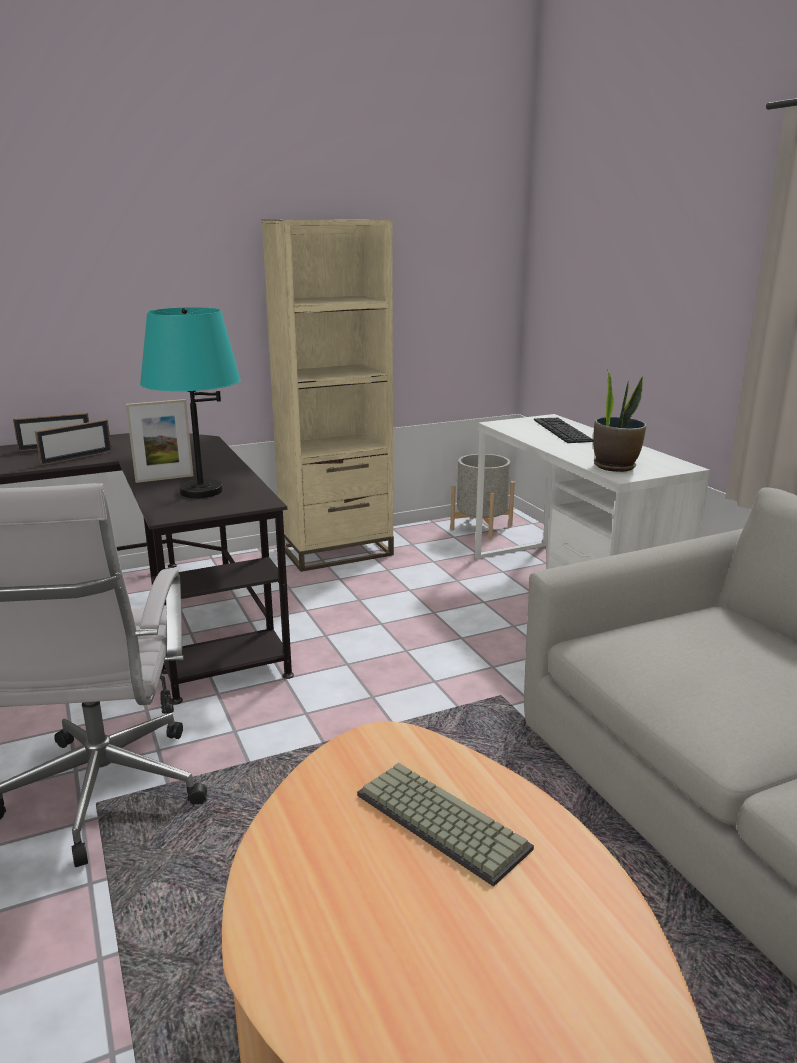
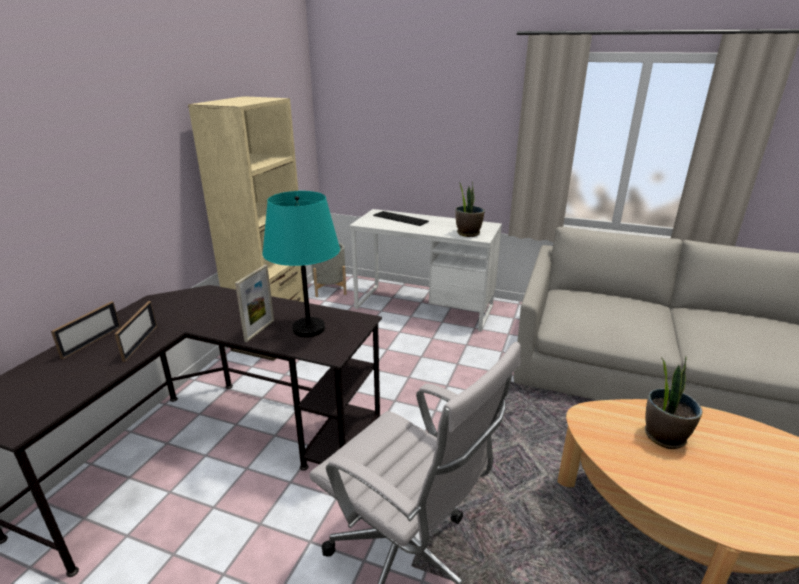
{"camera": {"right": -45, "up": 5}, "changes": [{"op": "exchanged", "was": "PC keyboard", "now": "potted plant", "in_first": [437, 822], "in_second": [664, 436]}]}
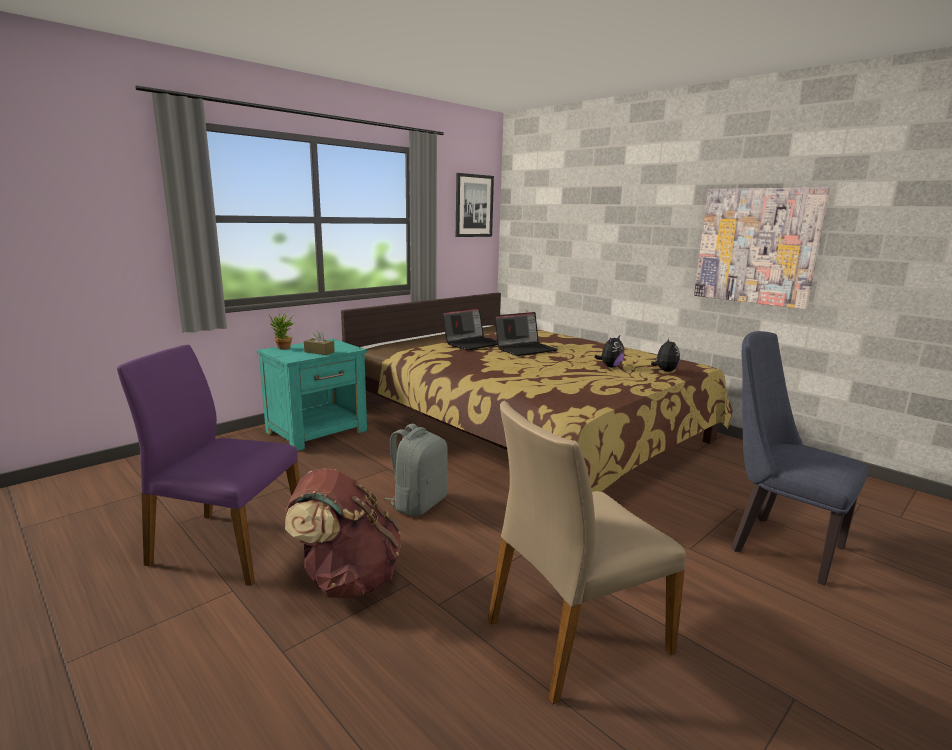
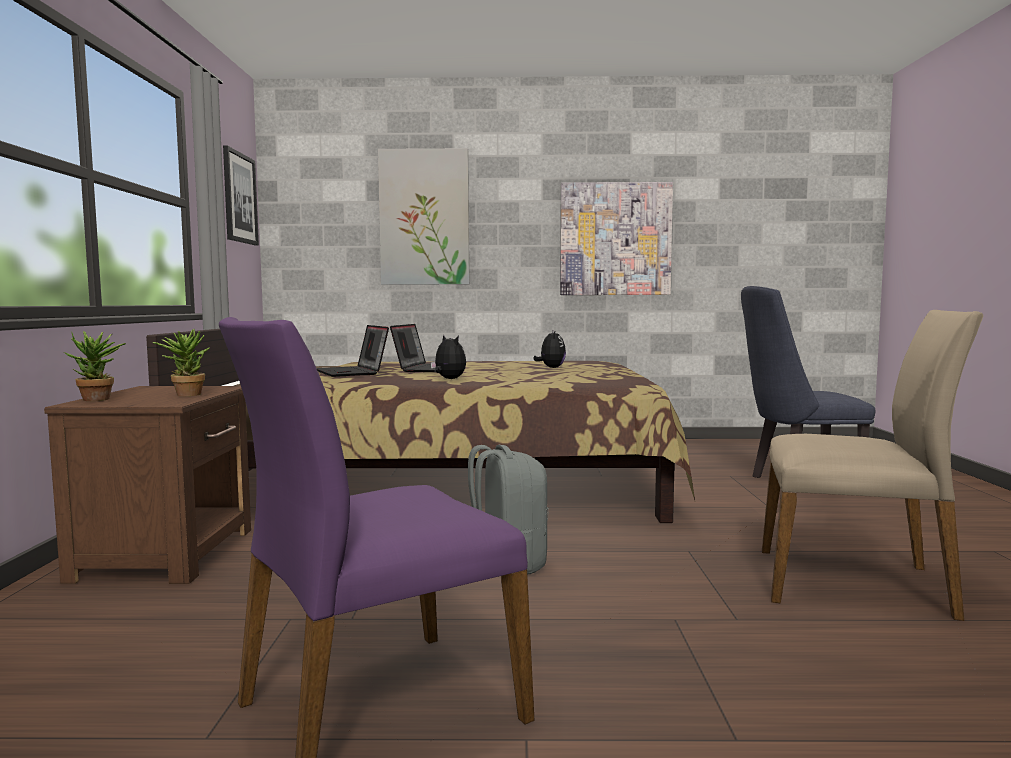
{"camera": {"right": -45, "up": -10}, "changes": [{"op": "spun", "was": "laptop", "in_first": [473, 343], "in_second": [352, 372], "clockwise": 150}, {"op": "exchanged", "was": "brown-coloured tissue box", "now": "potted plant", "in_first": [319, 352], "in_second": [185, 394]}, {"op": "relocated", "was": "soft toy", "in_first": [664, 371], "in_second": [448, 379]}, {"op": "colour", "was": "turquoise nightstand", "now": "brown-coloured nightstand", "in_first": [318, 431], "in_second": [168, 553]}, {"op": "spun", "was": "sand-coloured chair", "in_first": [574, 634], "in_second": [854, 582], "clockwise": -90}, {"op": "missing", "was": "brown-coloured rucksack", "in_first": [346, 579]}, {"op": "appeared", "now": "picture", "in_second": [424, 217]}]}
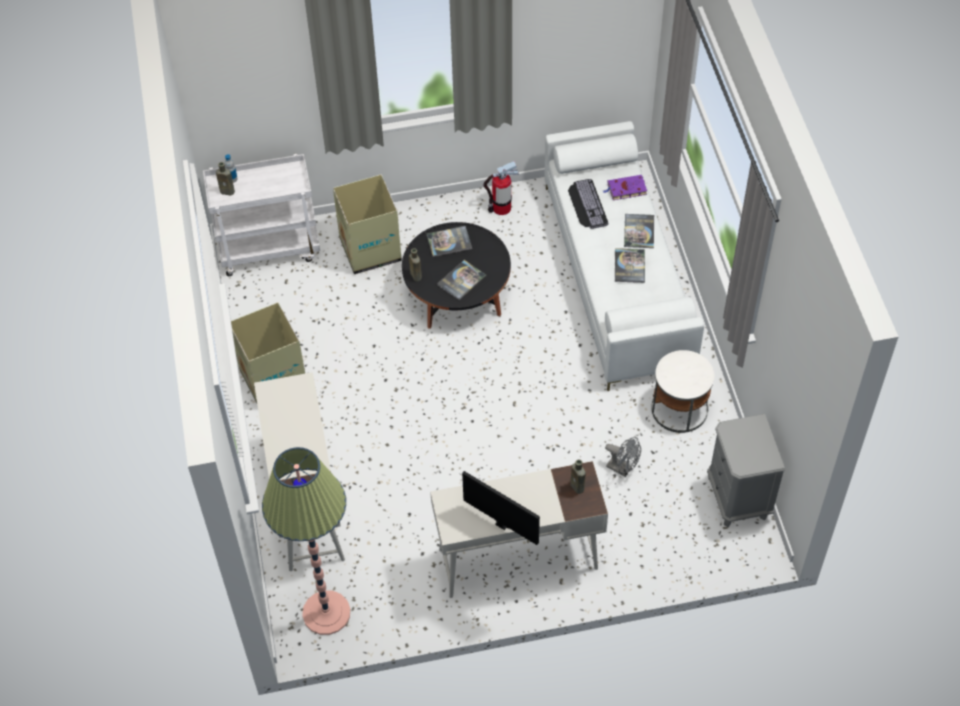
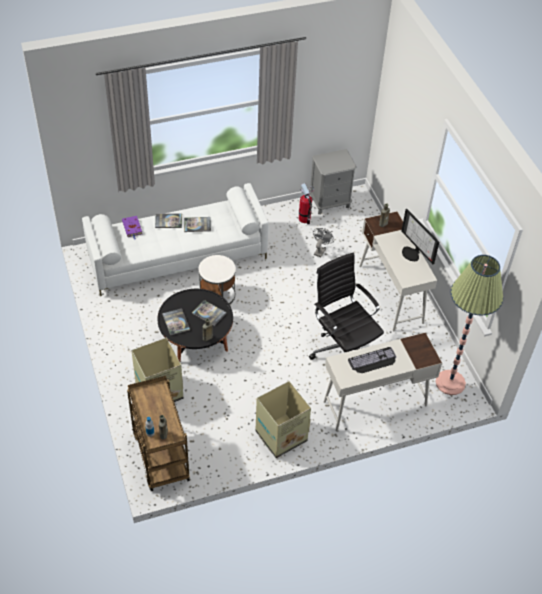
{"camera": {"right": -100, "up": -5}, "changes": [{"op": "colour", "was": "white-coloured cart", "now": "brown-coloured cart", "in_first": [270, 248], "in_second": [160, 456]}, {"op": "relocated", "was": "fire-fighting cylinder", "in_first": [501, 208], "in_second": [304, 219]}, {"op": "relocated", "was": "PC keyboard", "in_first": [586, 204], "in_second": [373, 361]}, {"op": "relocated", "was": "white-coloured end table", "in_first": [679, 409], "in_second": [217, 294]}, {"op": "spun", "was": "monitor", "in_first": [505, 519], "in_second": [412, 253], "clockwise": -60}, {"op": "appeared", "now": "black-coloured computer chair", "in_second": [343, 350]}]}
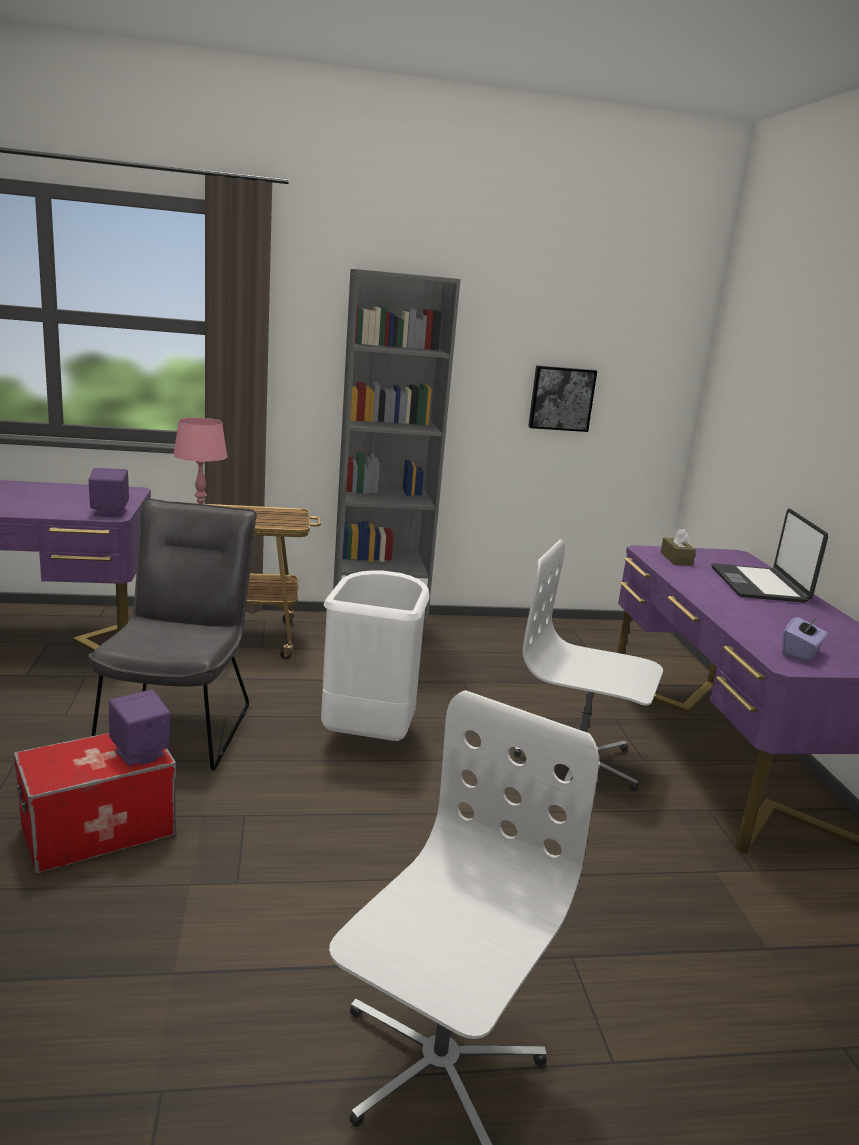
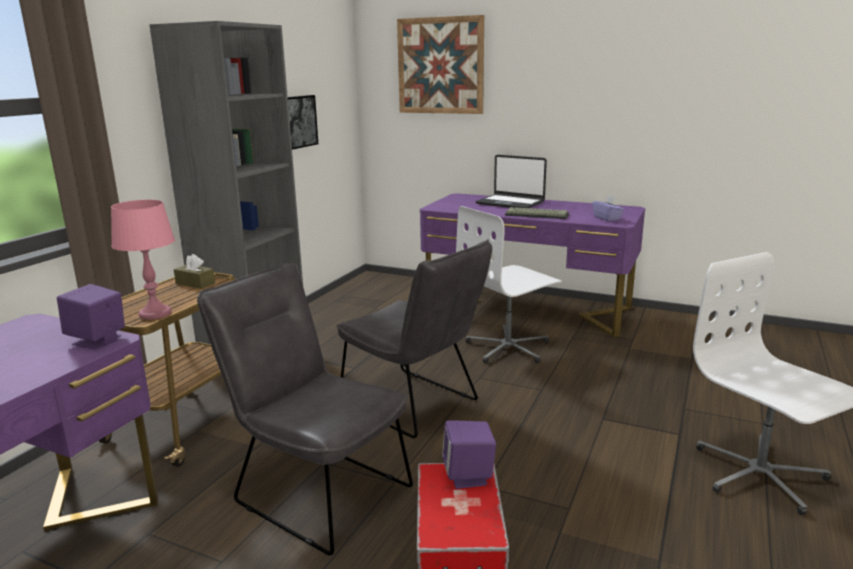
{"camera": {"right": -55, "up": 0}, "changes": [{"op": "relocated", "was": "brown-coloured tissue box", "in_first": [676, 559], "in_second": [195, 283]}, {"op": "exchanged", "was": "white-coloured trash can", "now": "grey chair", "in_first": [369, 735], "in_second": [415, 405]}, {"op": "appeared", "now": "picture", "in_second": [440, 66]}, {"op": "appeared", "now": "PC keyboard", "in_second": [537, 214]}]}
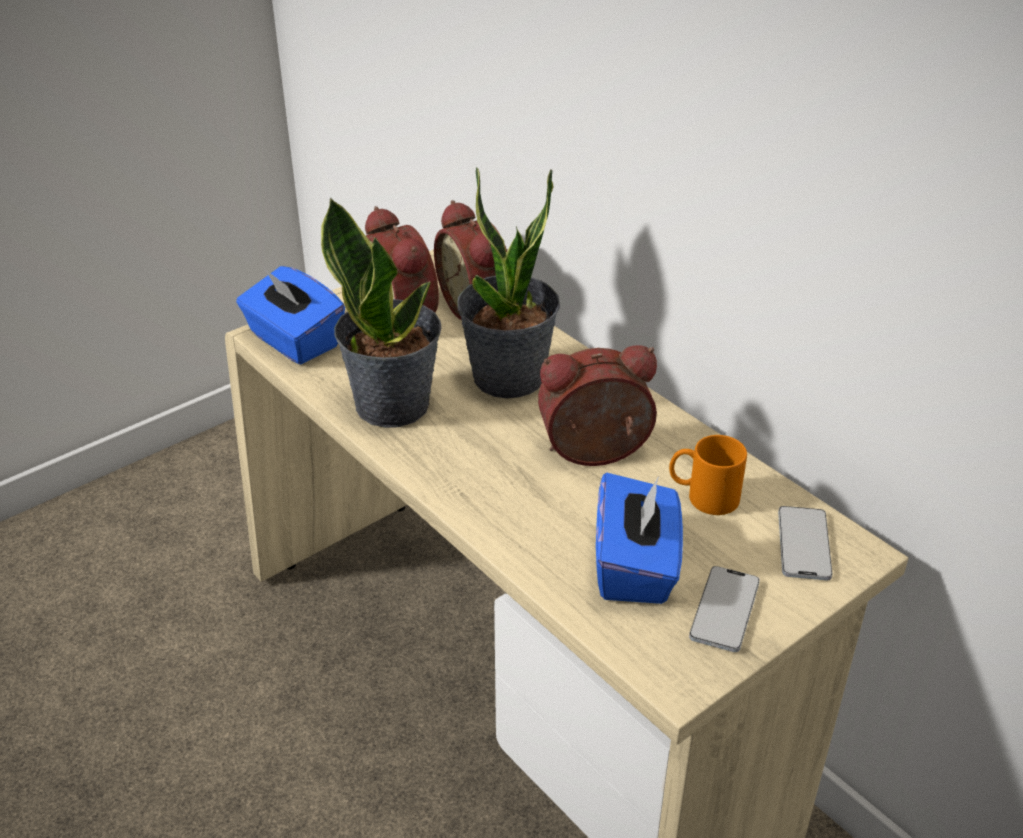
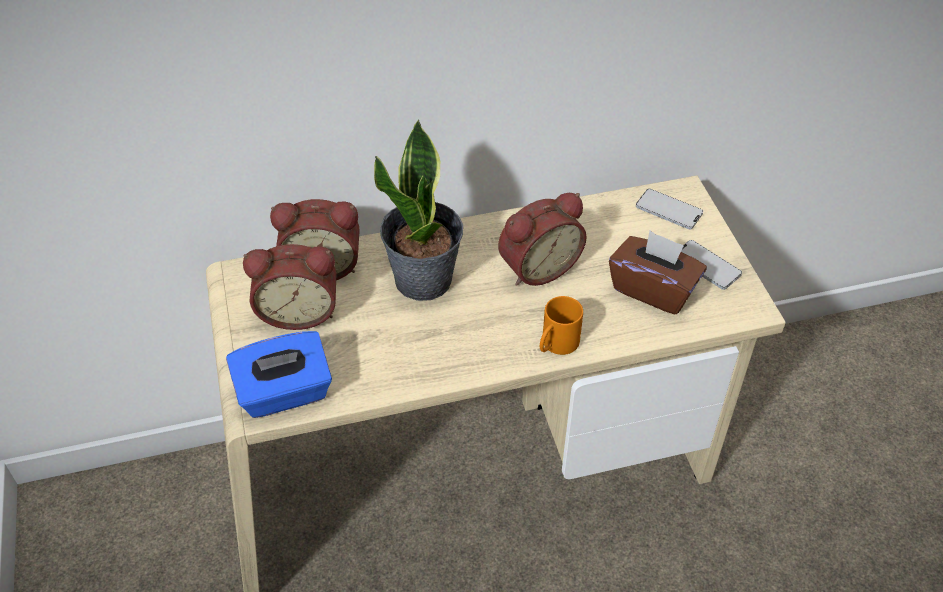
{"camera": {"right": -65, "up": 10}, "changes": [{"op": "missing", "was": "potted plant", "in_first": [393, 404]}, {"op": "spun", "was": "table clock", "in_first": [595, 454], "in_second": [537, 267], "clockwise": -135}, {"op": "relocated", "was": "orange-coloured coffee mug", "in_first": [703, 496], "in_second": [556, 345]}, {"op": "colour", "was": "bluish tissue box", "now": "brown-coloured tissue box", "in_first": [635, 567], "in_second": [653, 289]}]}
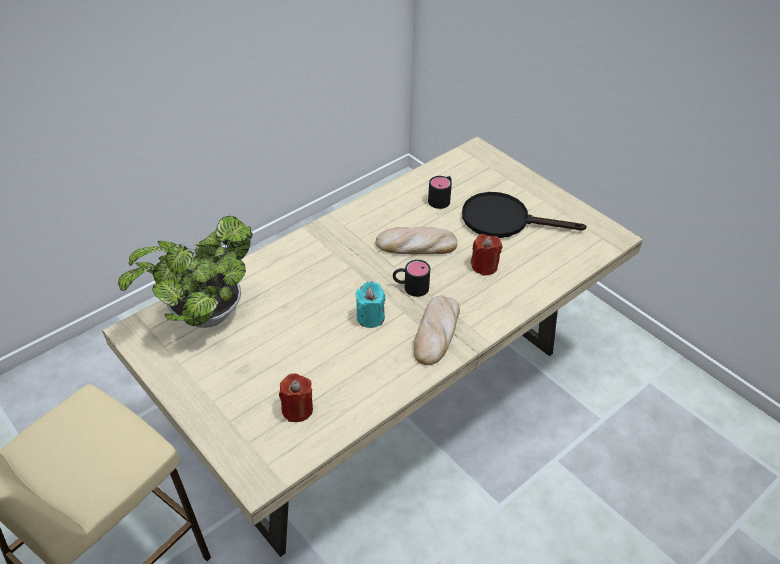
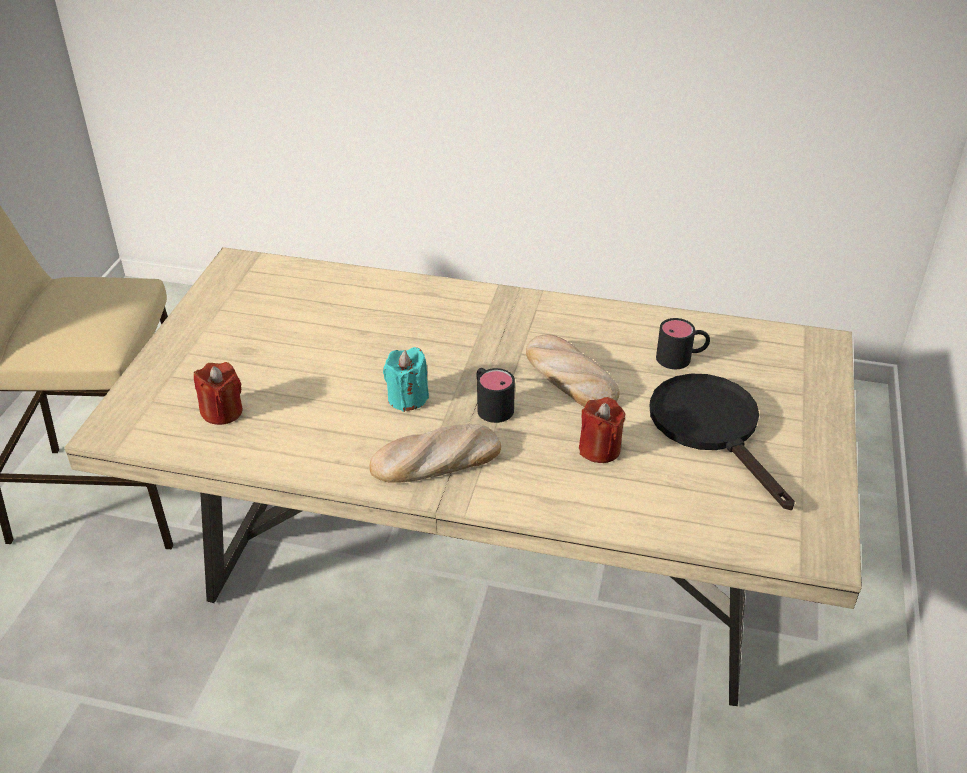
{"camera": {"right": 55, "up": -5}, "changes": [{"op": "missing", "was": "potted plant", "in_first": [202, 317]}]}
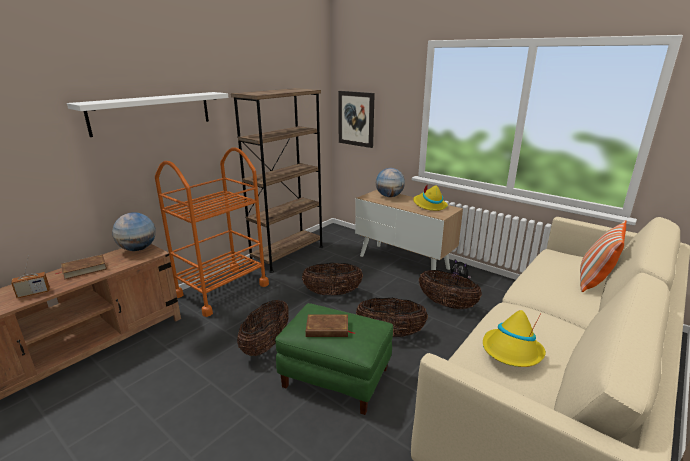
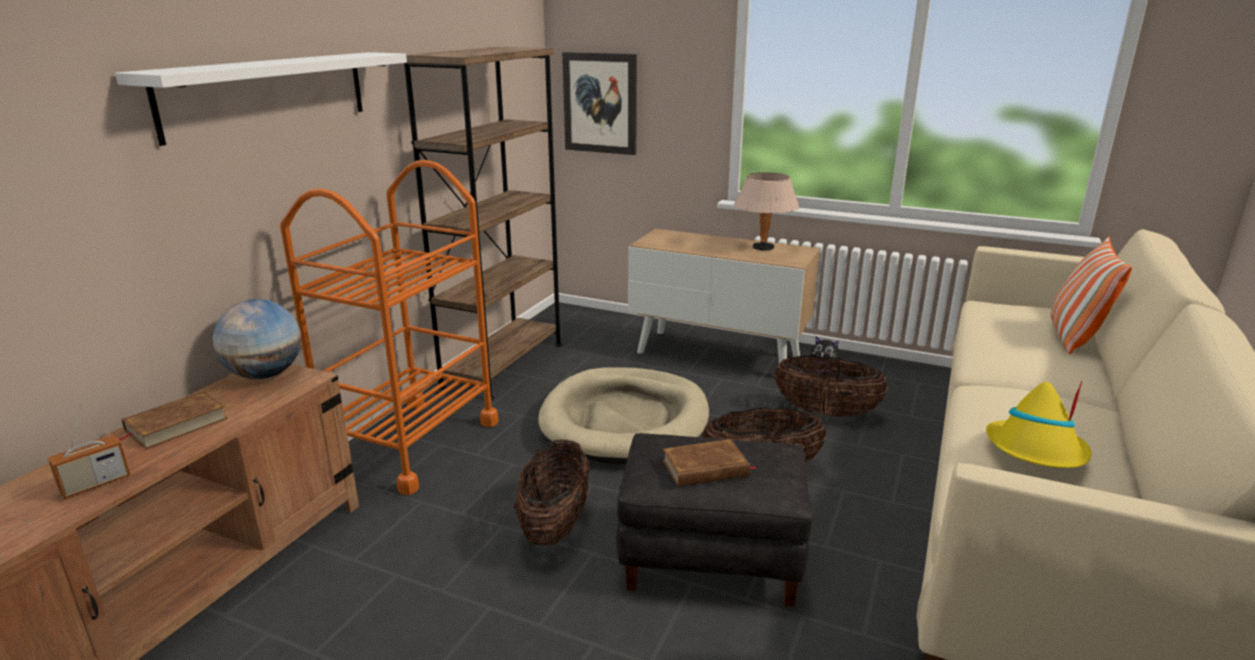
{"camera": {"right": -15, "up": 0}, "changes": [{"op": "missing", "was": "desk globe", "in_first": [389, 196]}, {"op": "exchanged", "was": "yellow hat", "now": "sand-coloured tabletop lamp", "in_first": [429, 205], "in_second": [763, 248]}, {"op": "exchanged", "was": "household basket", "now": "sand-coloured dog cushion", "in_first": [332, 293], "in_second": [625, 421]}, {"op": "colour", "was": "green-coloured pouffe", "now": "black-coloured pouffe", "in_first": [336, 377], "in_second": [712, 556]}]}
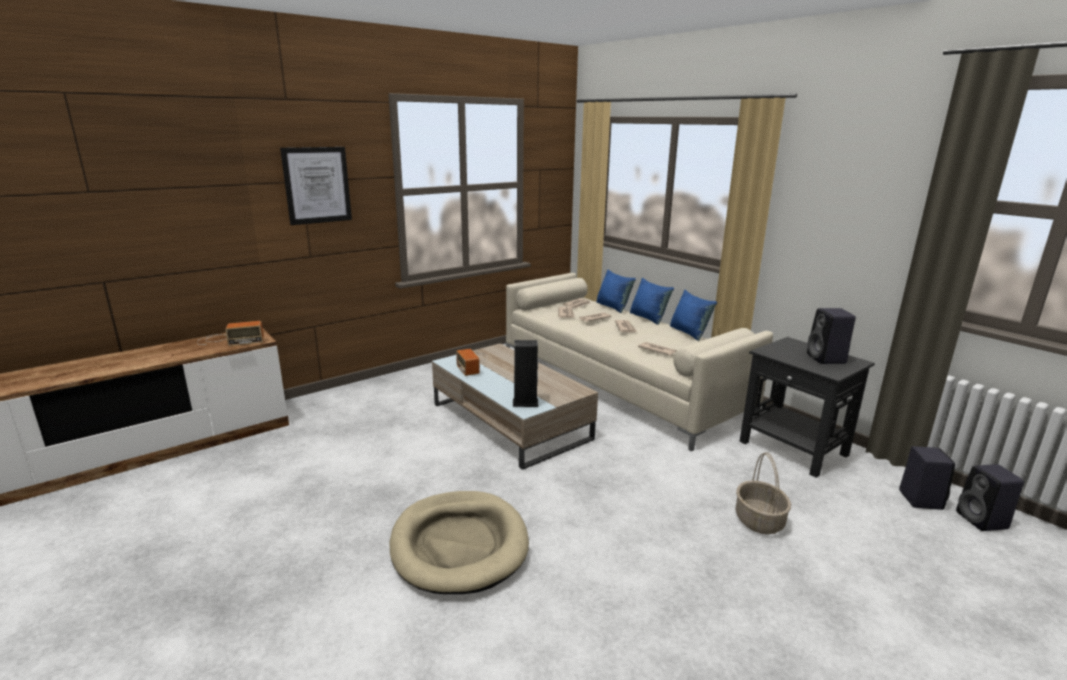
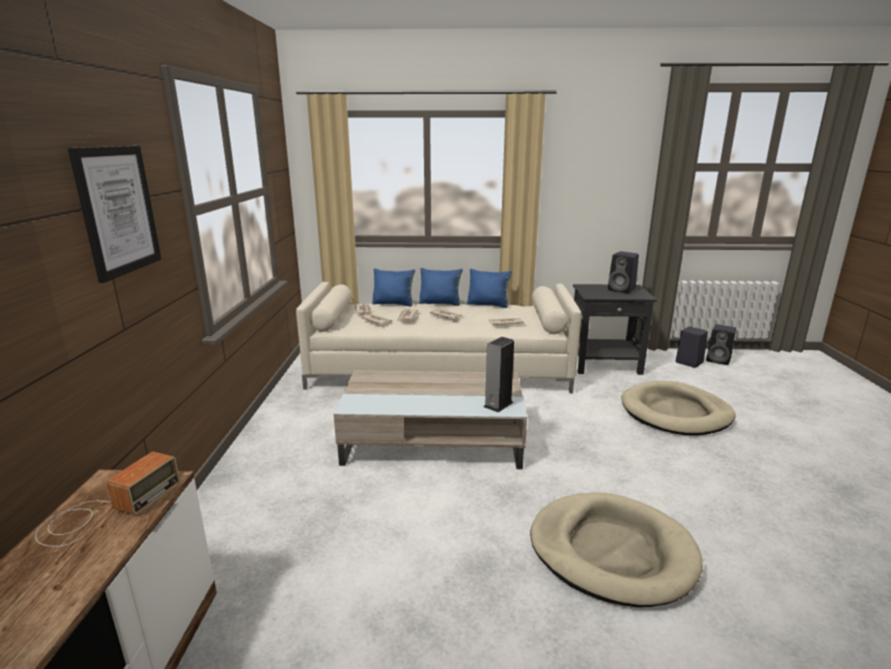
{"camera": {"right": -50, "up": 0}, "changes": [{"op": "missing", "was": "radio", "in_first": [473, 363]}, {"op": "exchanged", "was": "household basket", "now": "sand-coloured dog cushion", "in_first": [759, 521], "in_second": [675, 413]}]}
